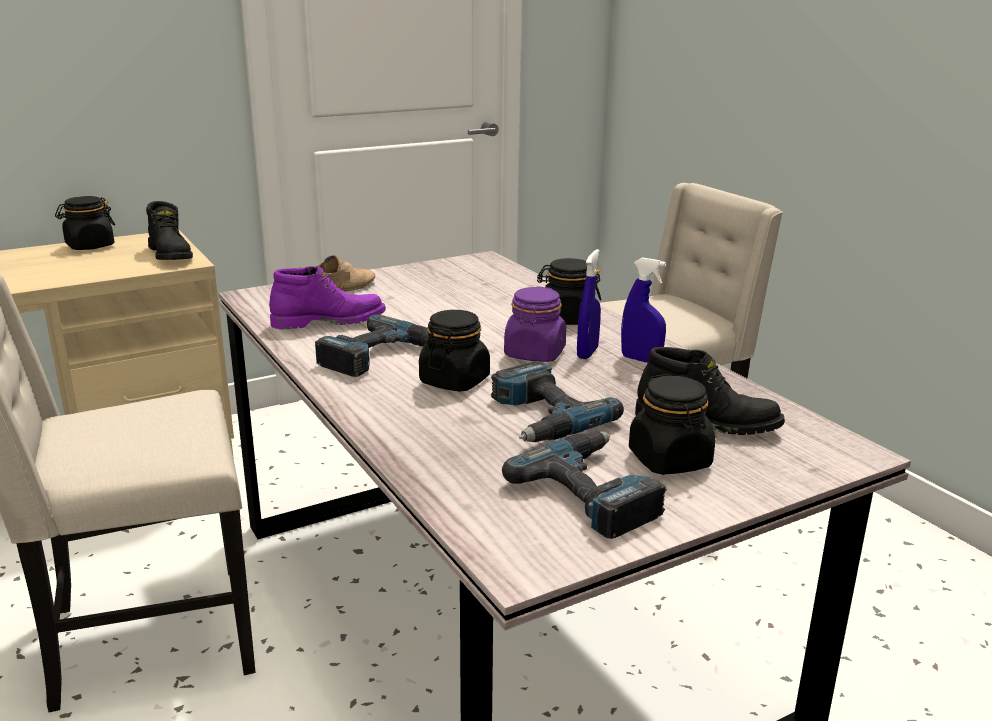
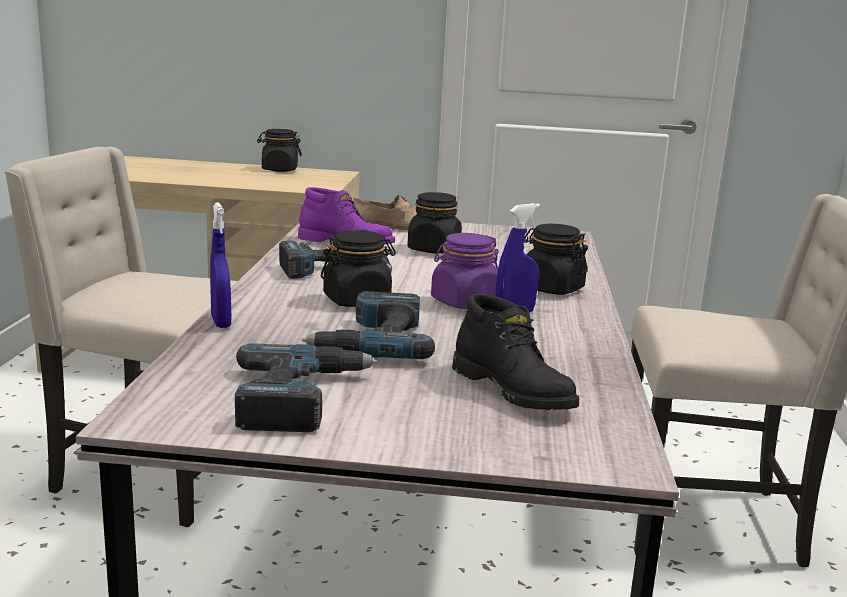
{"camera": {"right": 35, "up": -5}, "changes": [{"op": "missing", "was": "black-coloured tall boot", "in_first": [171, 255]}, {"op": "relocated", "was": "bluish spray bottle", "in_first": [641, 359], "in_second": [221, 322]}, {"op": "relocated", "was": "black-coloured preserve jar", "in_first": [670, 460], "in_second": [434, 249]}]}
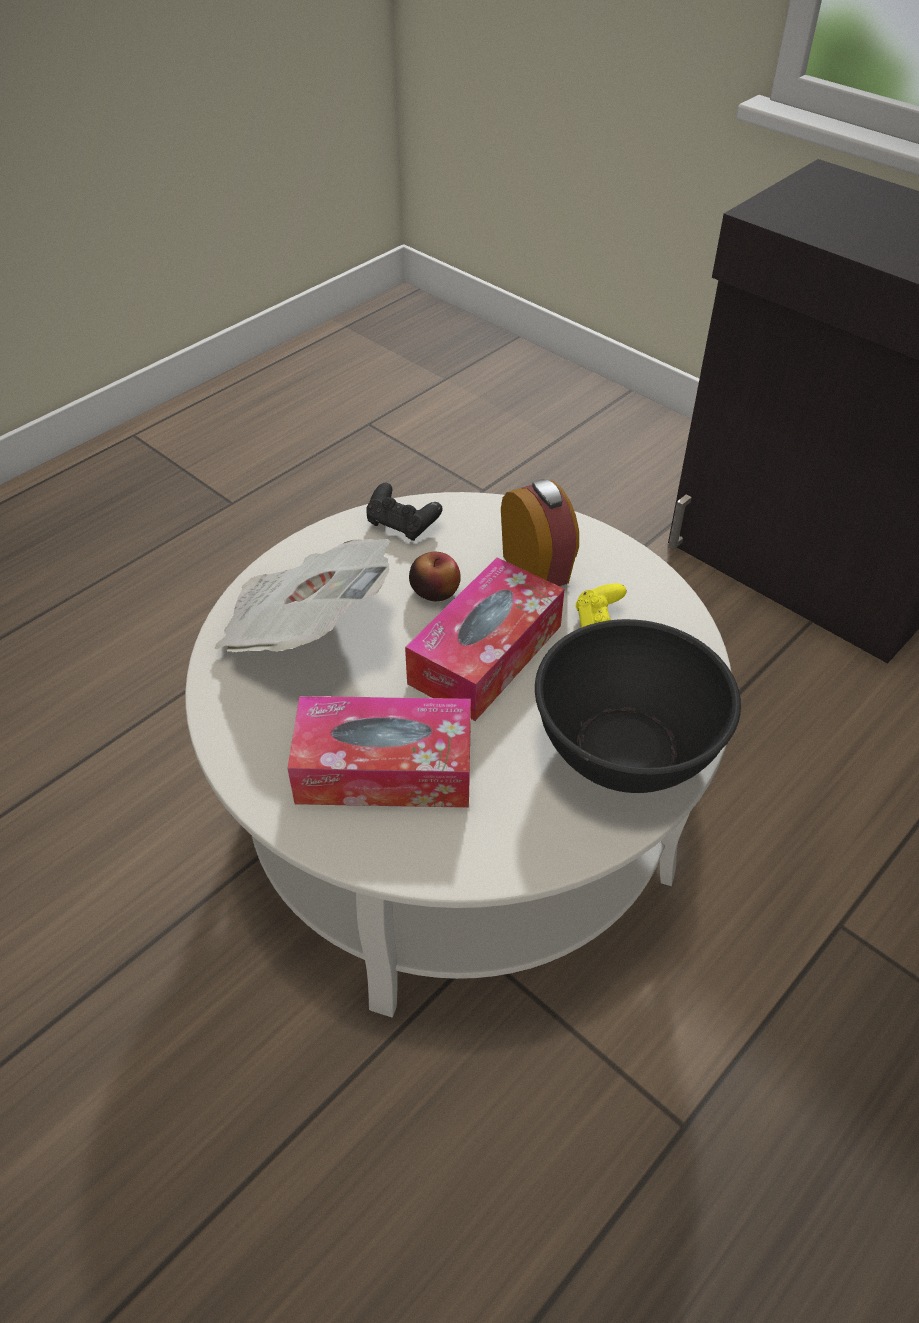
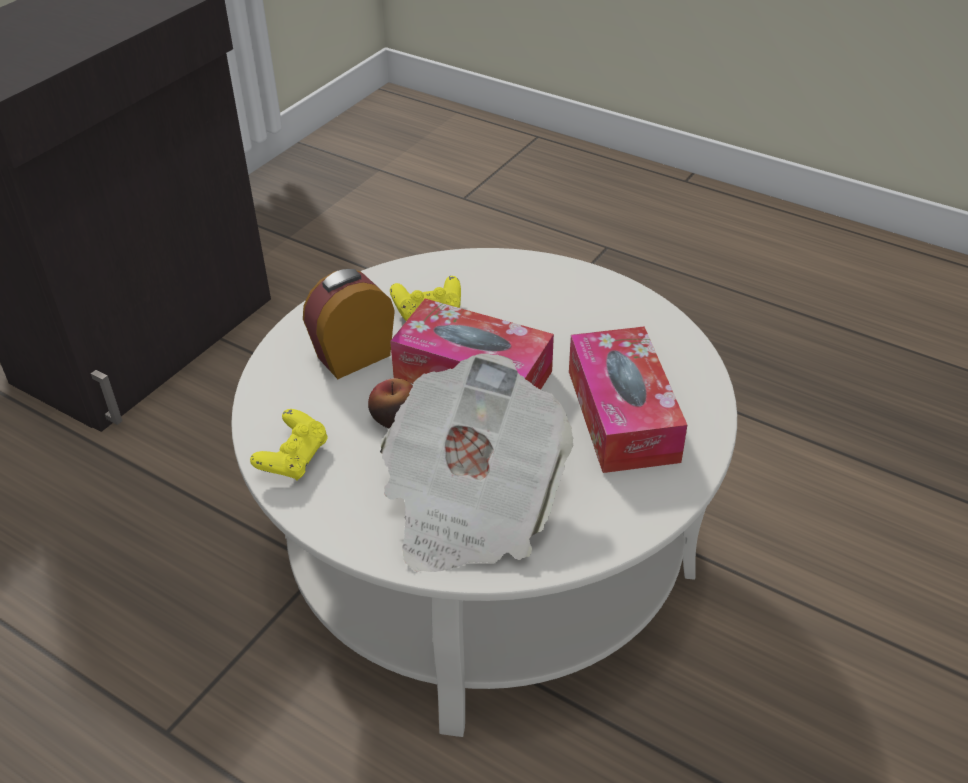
{"camera": {"right": -100, "up": -5}, "changes": [{"op": "colour", "was": "black-coloured joypad", "now": "yellow joypad", "in_first": [402, 525], "in_second": [294, 458]}, {"op": "missing", "was": "black-coloured bowl", "in_first": [626, 747]}]}
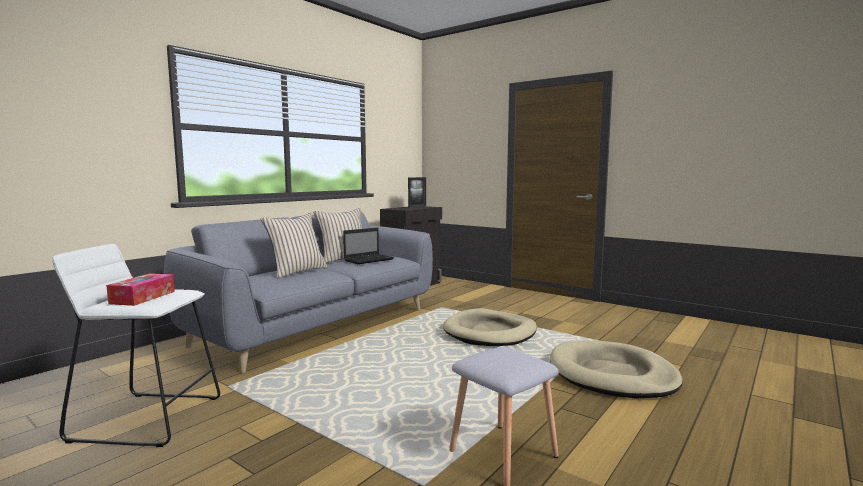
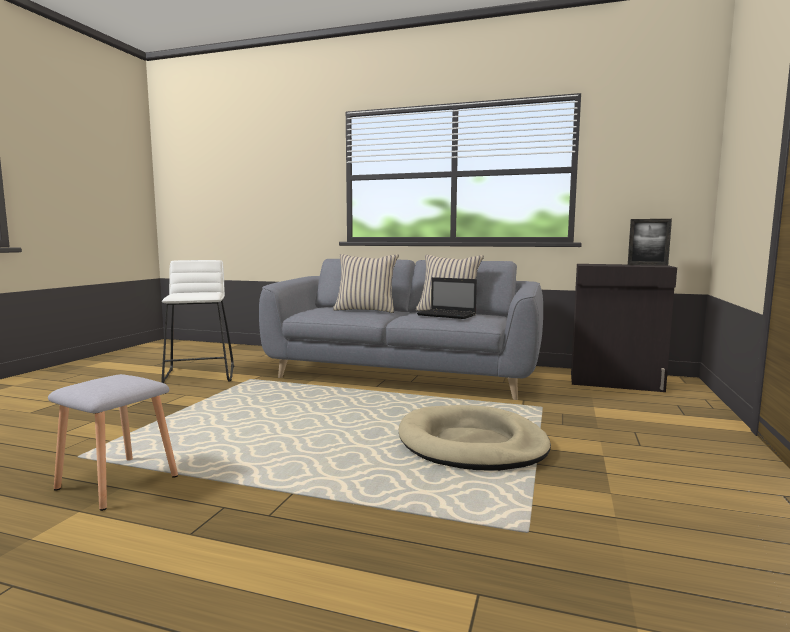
{"camera": {"right": 70, "up": 0}, "changes": [{"op": "missing", "was": "tissue box", "in_first": [143, 297]}, {"op": "missing", "was": "sand-coloured dog cushion", "in_first": [612, 375]}]}
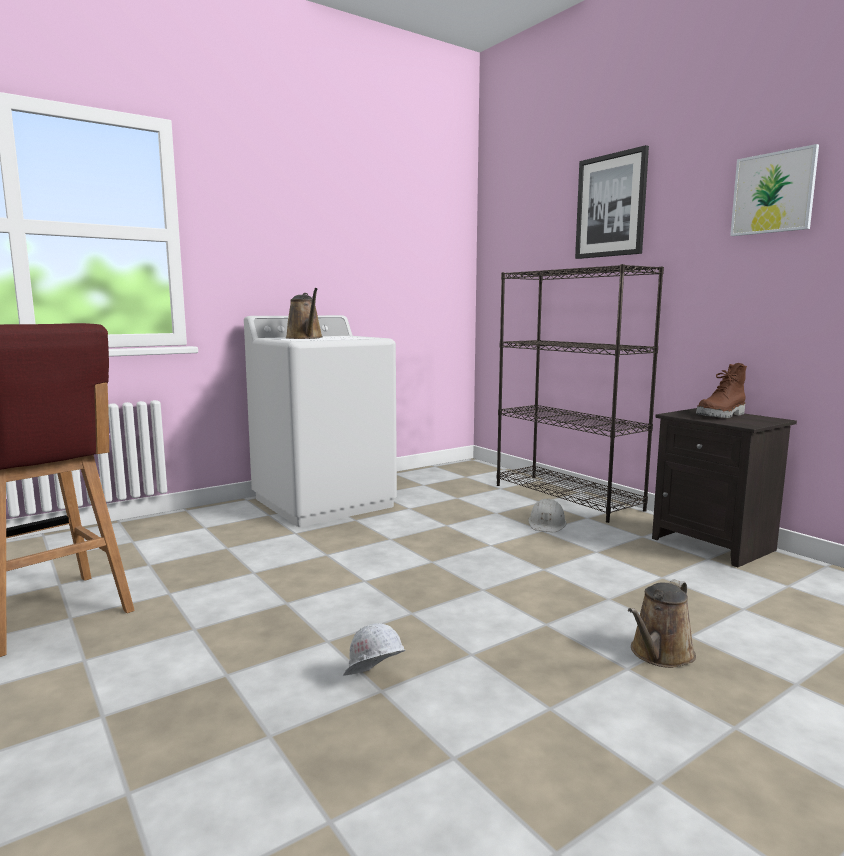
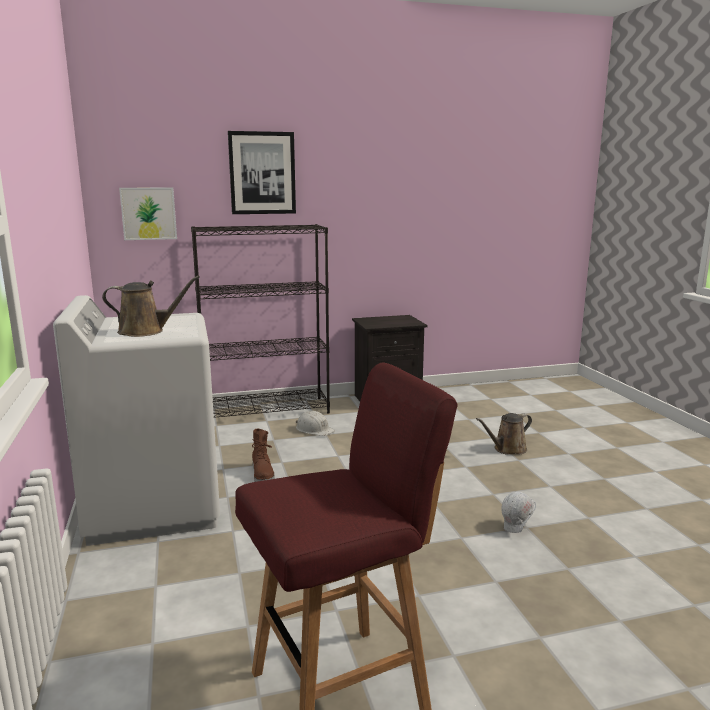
{"camera": {"right": -70, "up": 5}, "changes": [{"op": "relocated", "was": "picture", "in_first": [773, 193], "in_second": [148, 213]}, {"op": "relocated", "was": "brown-coloured tall boot", "in_first": [721, 416], "in_second": [263, 475]}, {"op": "spun", "was": "brown-coloured watering pot", "in_first": [659, 654], "in_second": [507, 449], "clockwise": 90}]}
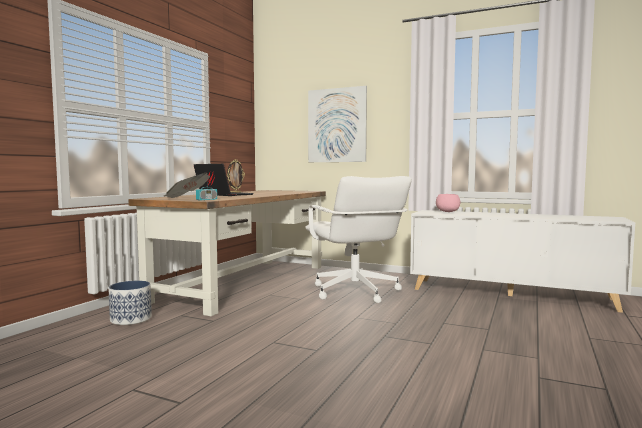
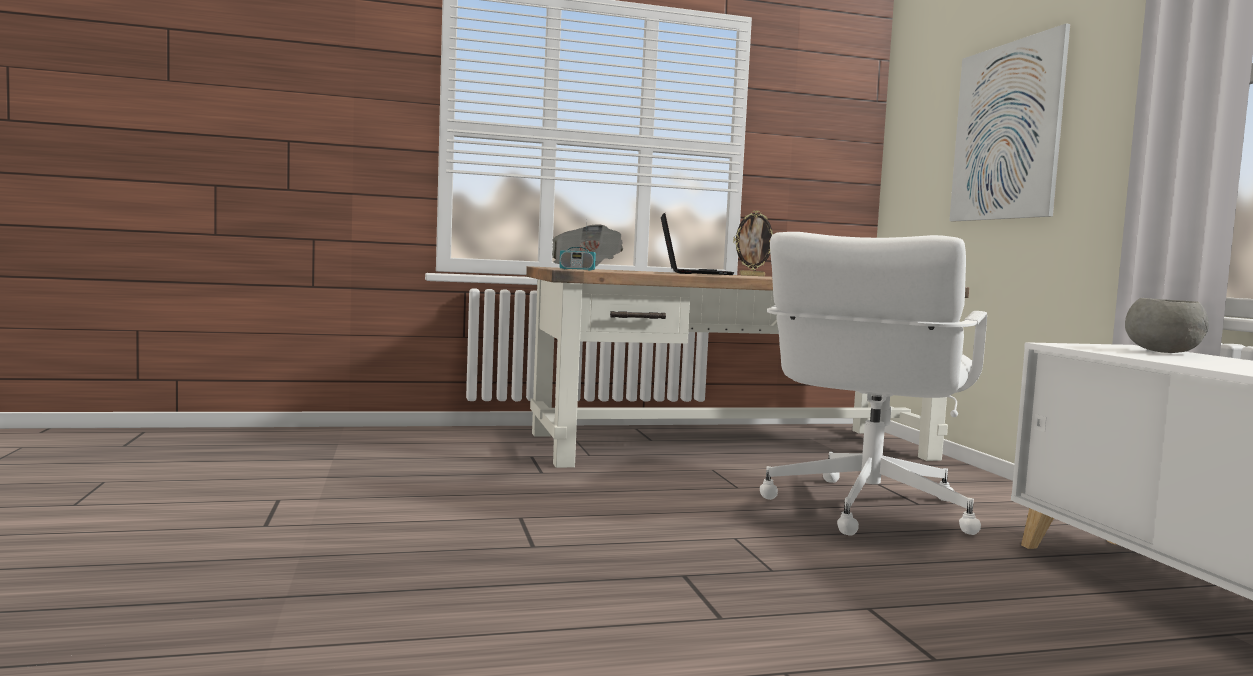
{"camera": {"right": 50, "up": 0}, "changes": [{"op": "colour", "was": "pink bowl", "now": "grey bowl", "in_first": [447, 212], "in_second": [1162, 352]}, {"op": "missing", "was": "flower pot", "in_first": [131, 319]}]}
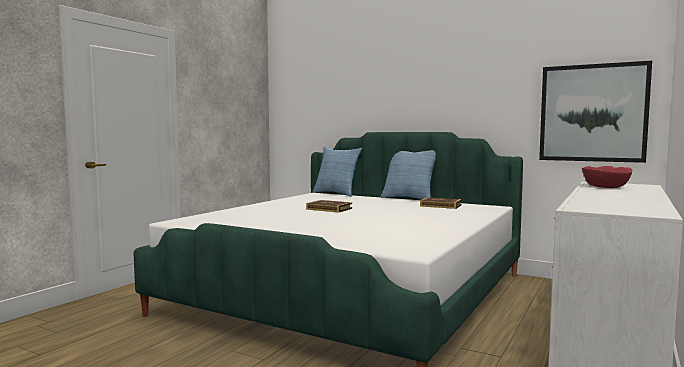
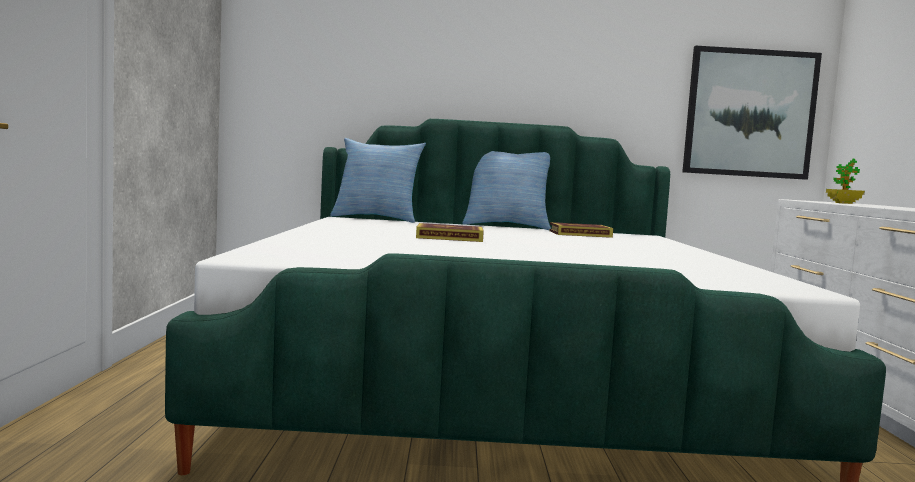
{"camera": {"right": -30, "up": 0}, "changes": [{"op": "exchanged", "was": "red-coloured bowl", "now": "potted plant", "in_first": [606, 187], "in_second": [843, 203]}]}
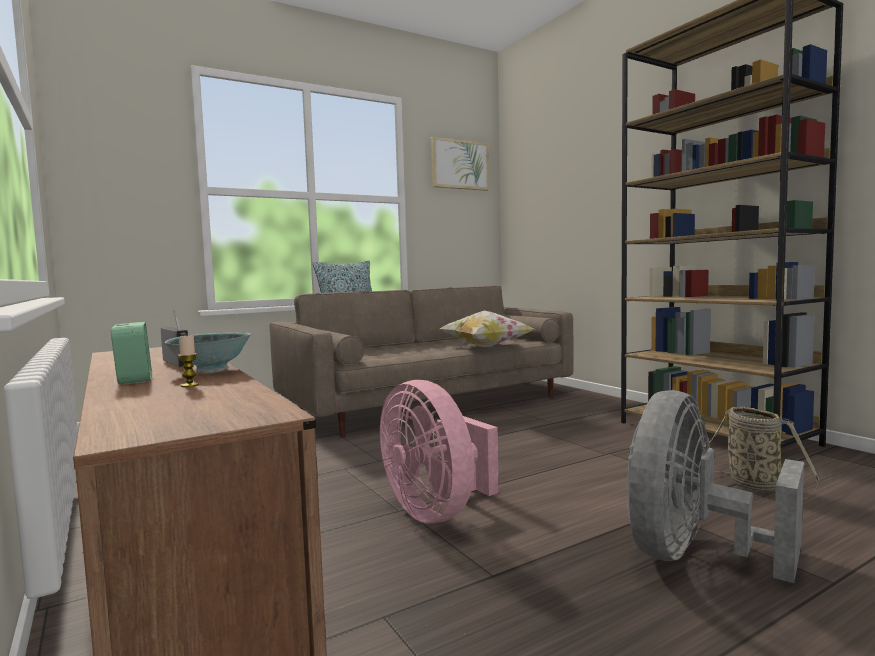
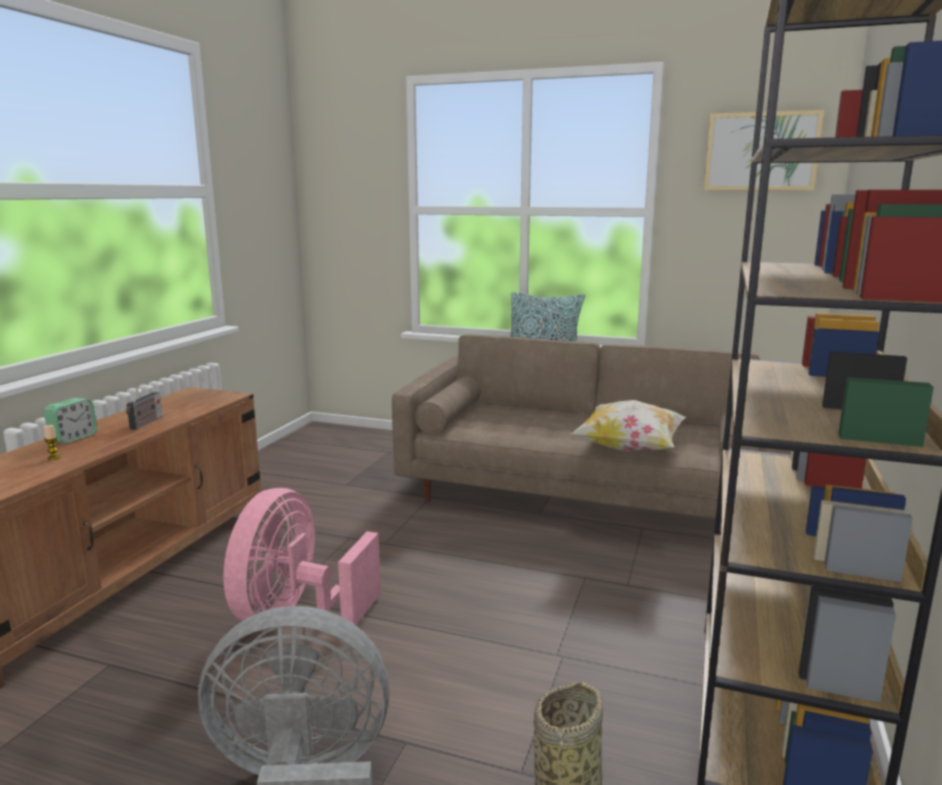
{"camera": {"right": 50, "up": 10}, "changes": [{"op": "missing", "was": "bowl", "in_first": [212, 371]}]}
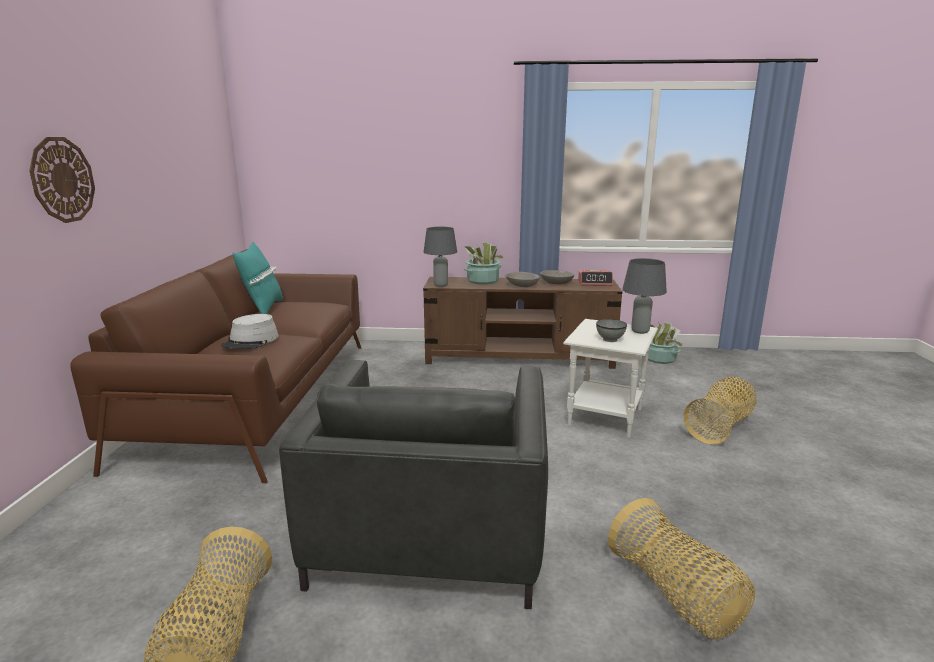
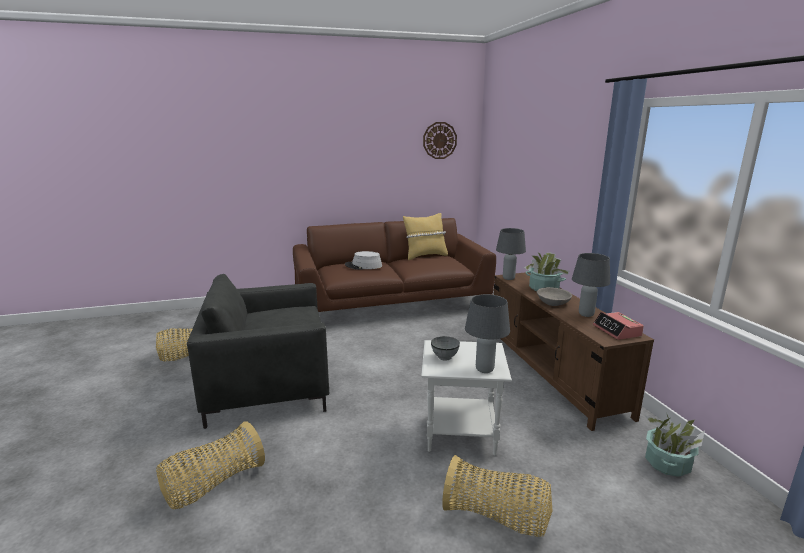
{"camera": {"right": 70, "up": 0}, "changes": [{"op": "relocated", "was": "wall clock", "in_first": [62, 180], "in_second": [439, 140]}, {"op": "colour", "was": "turquoise pillow", "now": "yellow pillow", "in_first": [263, 309], "in_second": [425, 256]}, {"op": "exchanged", "was": "grey bowl", "now": "grey tabletop lamp", "in_first": [556, 283], "in_second": [585, 314]}]}
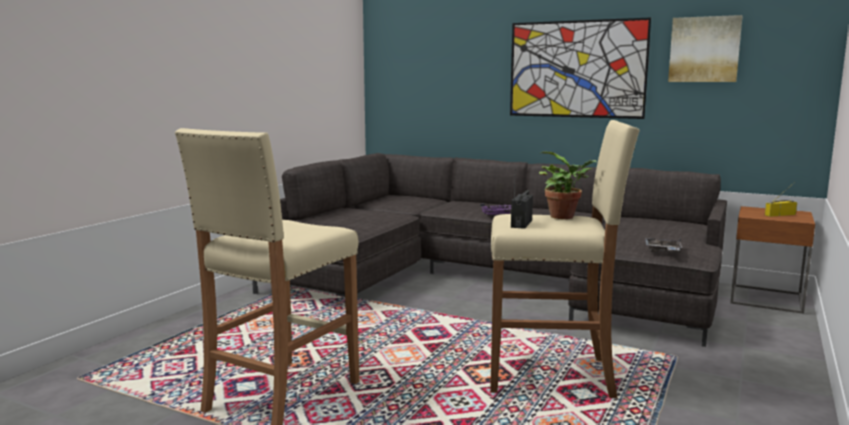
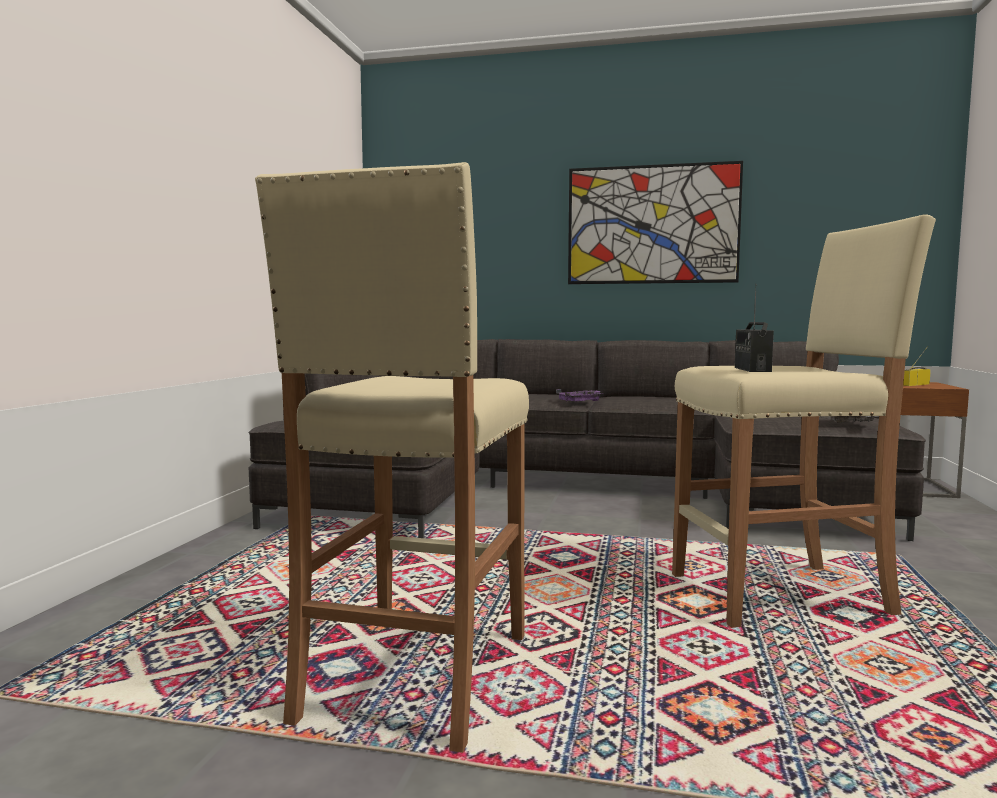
{"camera": {"right": -15, "up": -5}, "changes": [{"op": "missing", "was": "picture", "in_first": [704, 49]}, {"op": "missing", "was": "potted plant", "in_first": [565, 217]}]}
